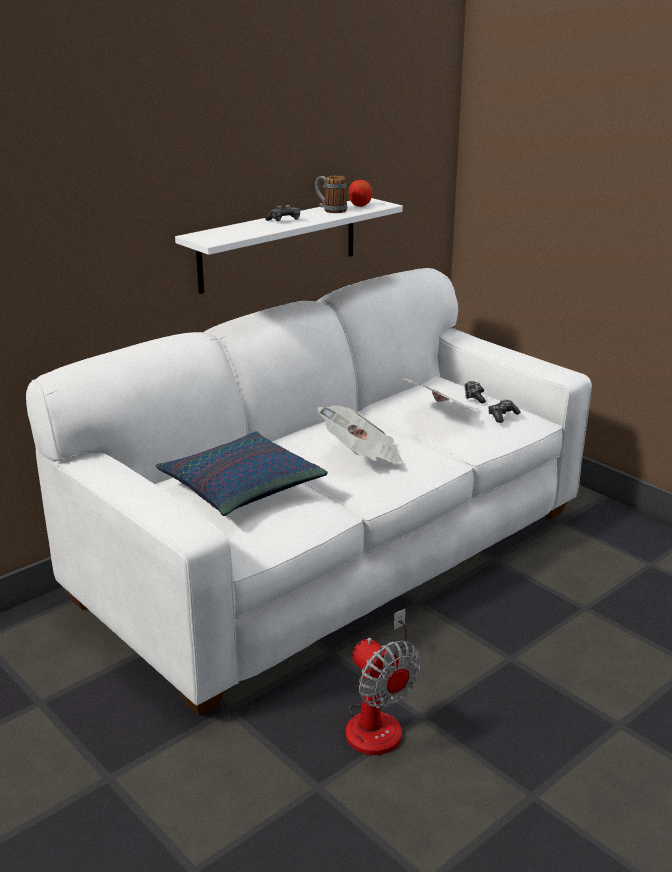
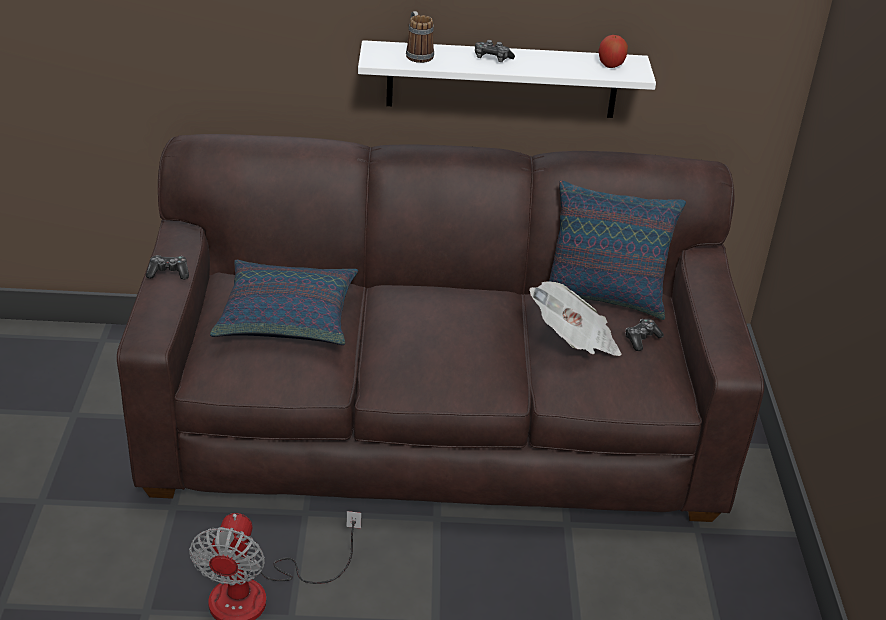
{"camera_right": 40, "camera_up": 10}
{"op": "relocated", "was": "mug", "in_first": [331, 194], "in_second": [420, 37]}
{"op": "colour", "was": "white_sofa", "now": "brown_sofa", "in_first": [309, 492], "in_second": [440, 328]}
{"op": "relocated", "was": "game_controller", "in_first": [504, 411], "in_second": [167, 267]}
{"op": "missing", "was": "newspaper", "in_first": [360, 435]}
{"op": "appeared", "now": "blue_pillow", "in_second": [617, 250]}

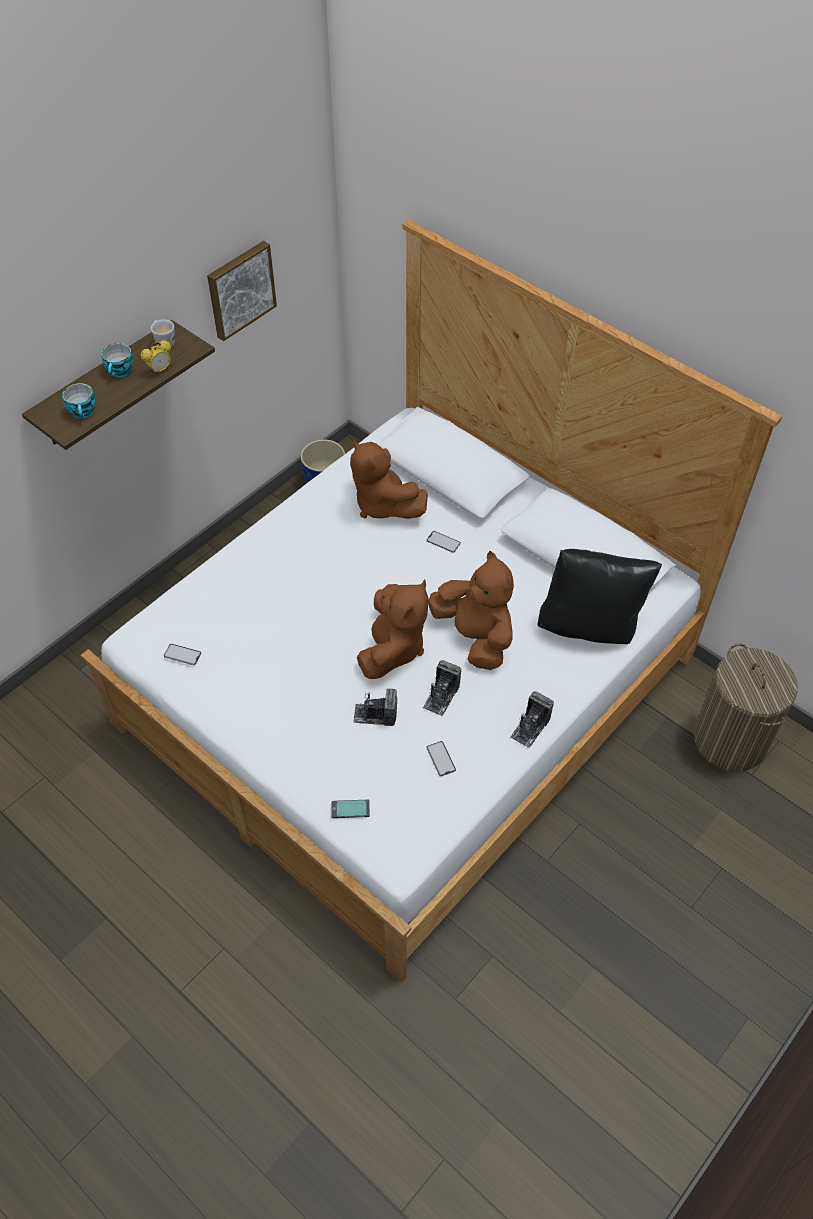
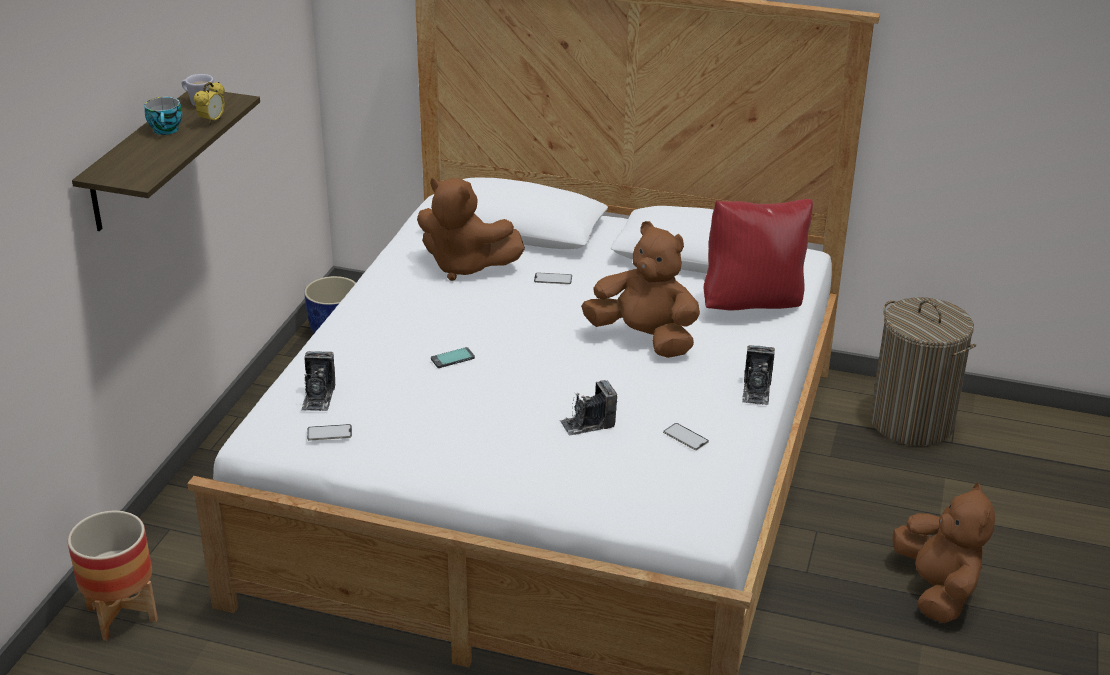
{"camera_right": -25, "camera_up": -20}
{"op": "missing", "was": "picture", "in_first": [242, 291]}
{"op": "missing", "was": "cup", "in_first": [79, 401]}
{"op": "colour", "was": "black_pillow", "now": "red_pillow", "in_first": [600, 596], "in_second": [758, 255]}
{"op": "relocated", "was": "brown_plush_toy", "in_first": [393, 629], "in_second": [943, 552]}
{"op": "relocated", "was": "photo_camera", "in_first": [442, 688], "in_second": [318, 381]}
{"op": "relocated", "was": "phone", "in_first": [350, 809], "in_second": [453, 357]}
{"op": "appeared", "now": "planter", "in_second": [113, 576]}

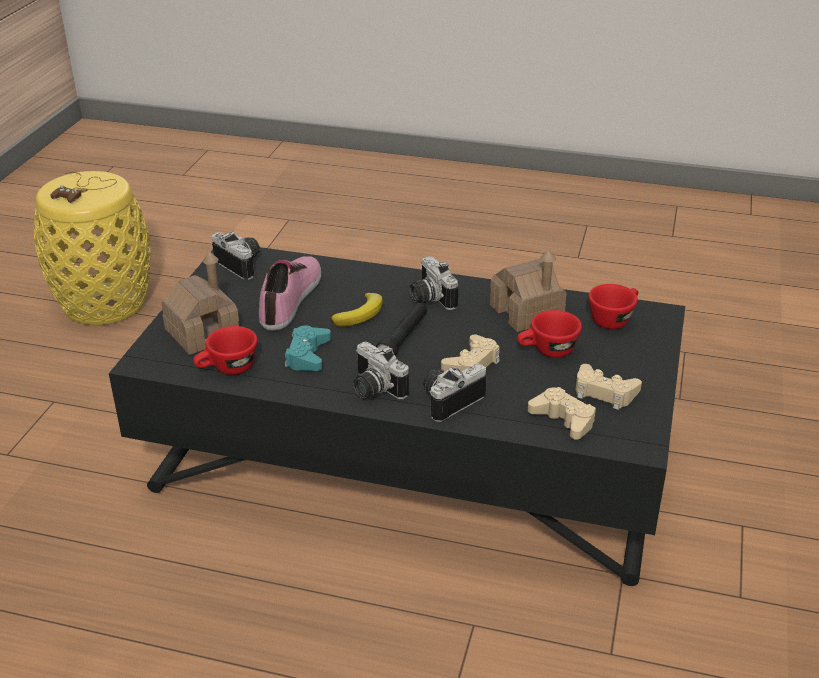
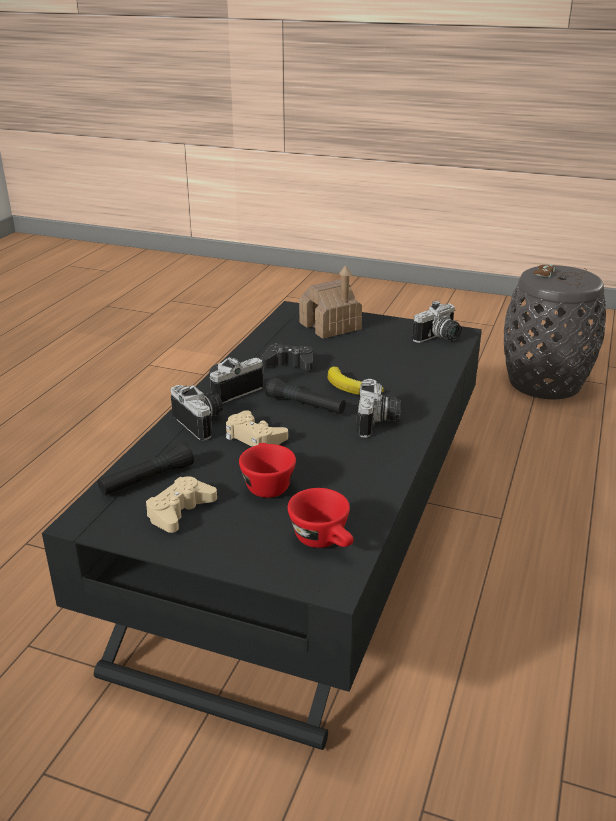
{"camera_right": 95, "camera_up": -5}
{"op": "colour", "was": "yellow_stool", "now": "grey_stool", "in_first": [92, 248], "in_second": [555, 332]}
{"op": "missing", "was": "toy_house", "in_first": [528, 290]}
{"op": "missing", "was": "shoe", "in_first": [290, 293]}
{"op": "spun", "was": "photo_camera", "in_first": [434, 283], "in_second": [378, 408], "clockwise": 120}
{"op": "colour", "was": "turquoise_game_controller", "now": "black_game_controller", "in_first": [308, 348], "in_second": [286, 357]}
{"op": "missing", "was": "red_cup", "in_first": [225, 350]}
{"op": "exchanged", "was": "beige_game_controller", "now": "black_flashlight", "in_first": [562, 413], "in_second": [146, 469]}

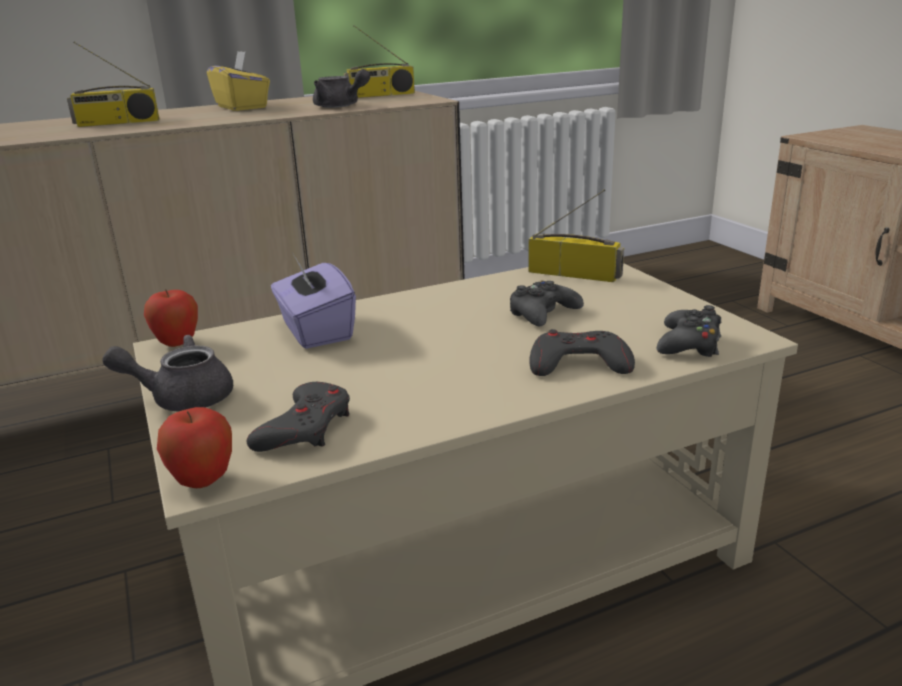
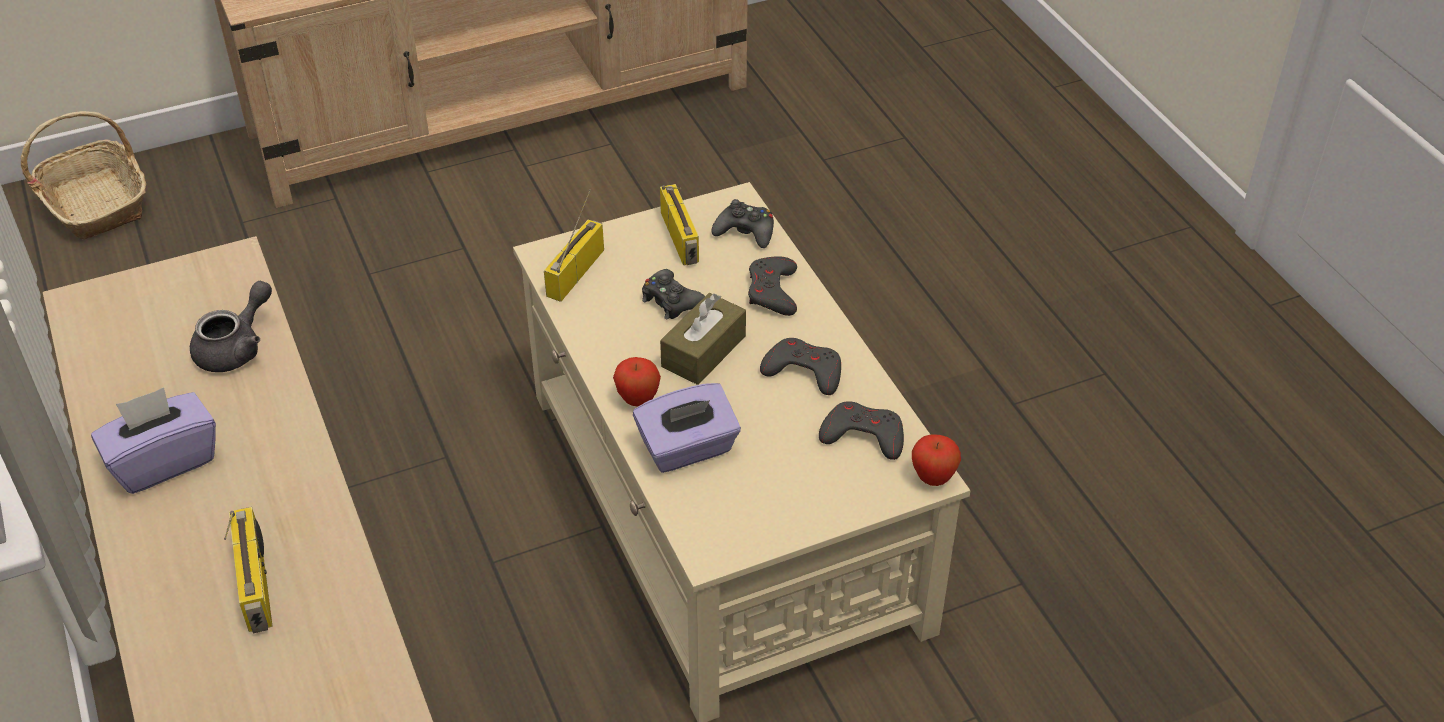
{"camera_right": -90, "camera_up": 20}
{"op": "relocated", "was": "radio", "in_first": [379, 61], "in_second": [679, 224]}
{"op": "colour", "was": "yellow_tissue_box", "now": "purple_tissue_box", "in_first": [238, 81], "in_second": [153, 440]}
{"op": "relocated", "was": "apple", "in_first": [171, 318], "in_second": [637, 382]}
{"op": "missing", "was": "grey_teapot", "in_first": [167, 373]}
{"op": "appeared", "now": "basket", "in_second": [83, 175]}
{"op": "appeared", "now": "brown_tissue_box", "in_second": [703, 339]}
{"op": "appeared", "now": "grey_game_controller", "in_second": [800, 366]}

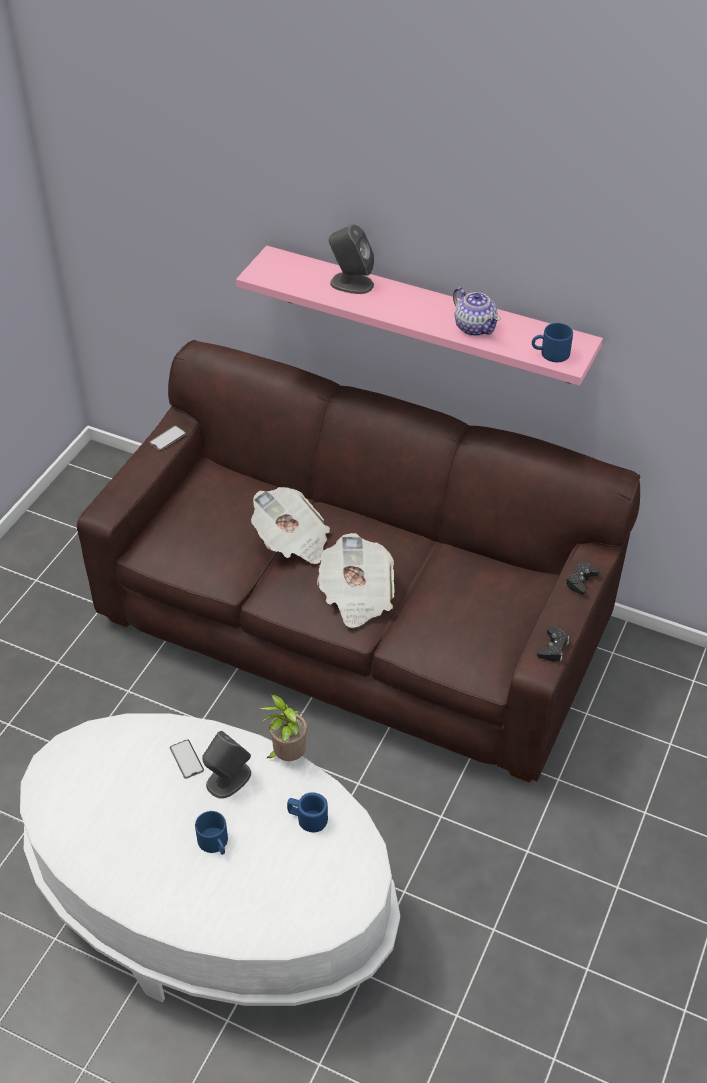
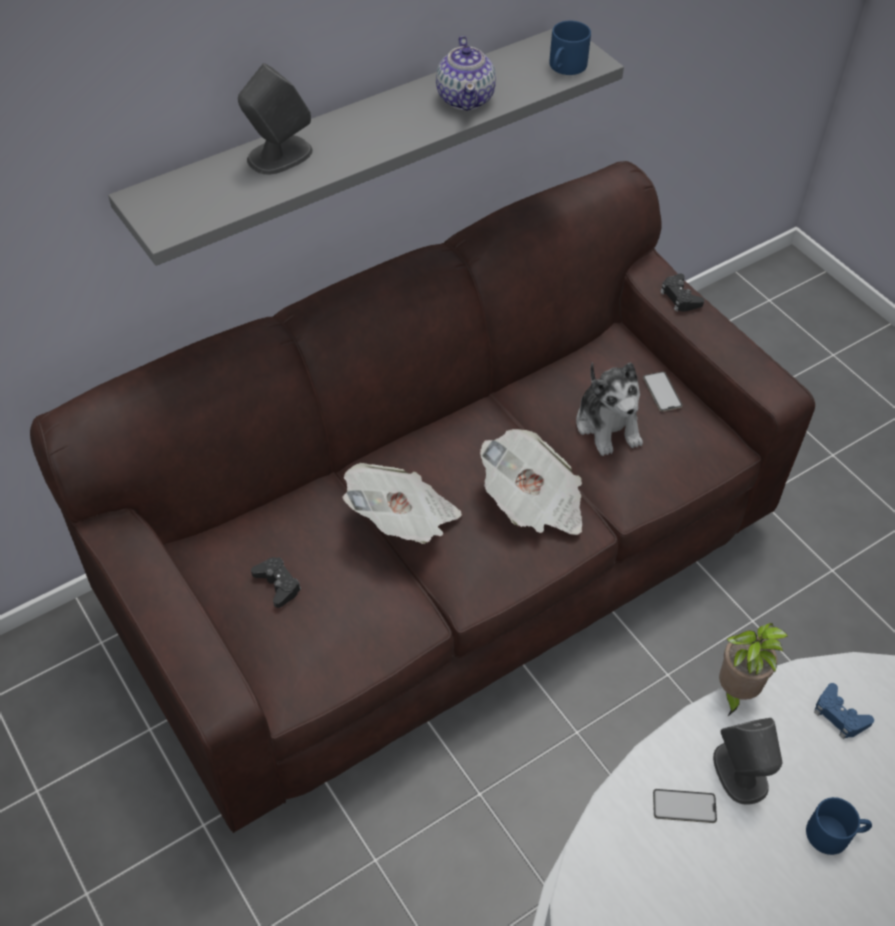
{"camera_right": -60, "camera_up": 5}
{"op": "colour", "was": "pink_shelf", "now": "grey_shelf", "in_first": [419, 316], "in_second": [366, 147]}
{"op": "spun", "was": "teapot", "in_first": [477, 311], "in_second": [466, 73], "clockwise": 90}
{"op": "relocated", "was": "phone", "in_first": [167, 438], "in_second": [662, 391]}
{"op": "relocated", "was": "black_game_controller", "in_first": [553, 644], "in_second": [276, 582]}
{"op": "exchanged", "was": "blue_mug", "now": "blue_game_controller", "in_first": [307, 812], "in_second": [844, 711]}
{"op": "appeared", "now": "plush_toy", "in_second": [609, 409]}

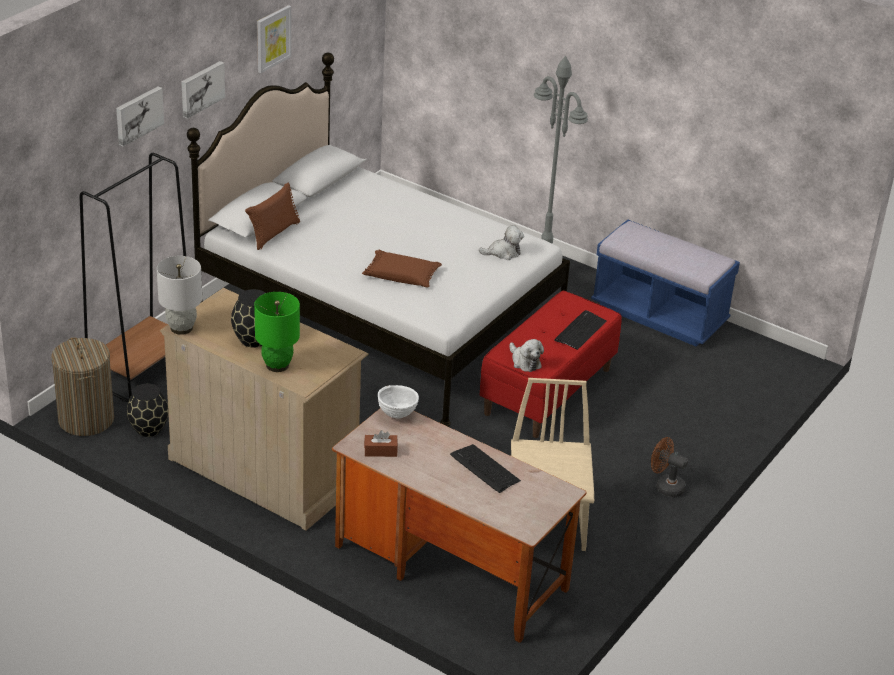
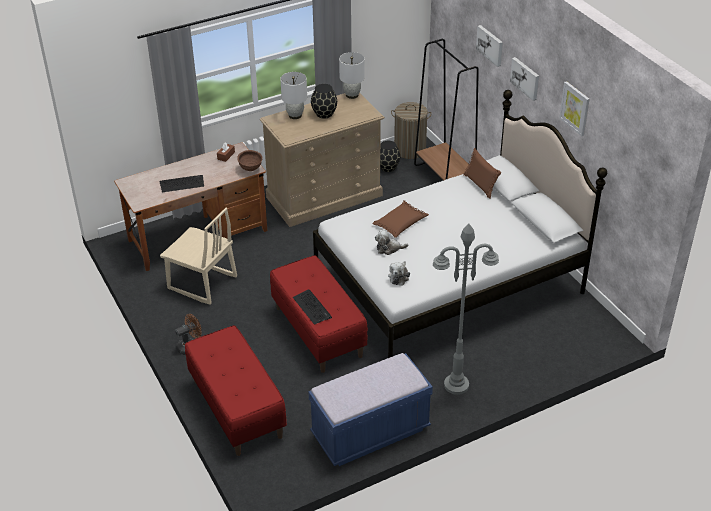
{"camera_right": 120, "camera_up": 5}
{"op": "colour", "was": "green_table_lamp", "now": "white_table_lamp", "in_first": [277, 332], "in_second": [293, 95]}
{"op": "relocated", "was": "plush_toy", "in_first": [527, 355], "in_second": [391, 242]}
{"op": "colour", "was": "white_bowl", "now": "brown_bowl", "in_first": [398, 402], "in_second": [250, 160]}
{"op": "appeared", "now": "red_bench", "in_second": [236, 390]}

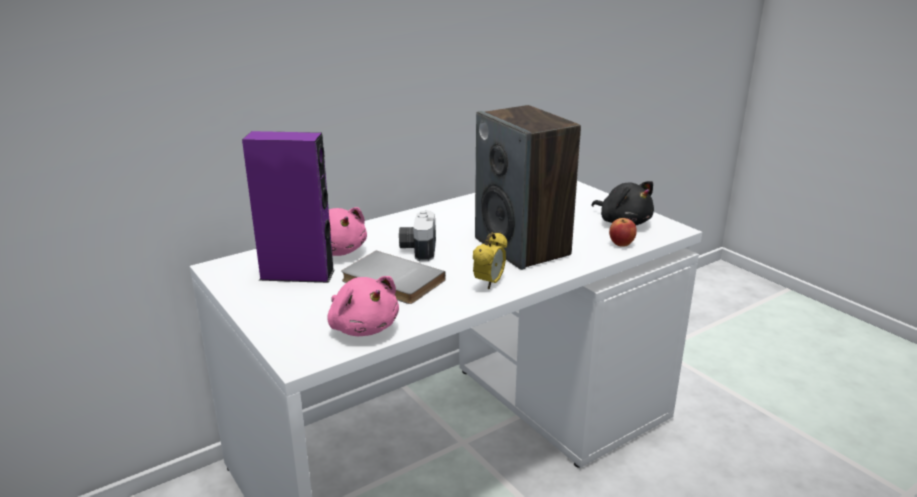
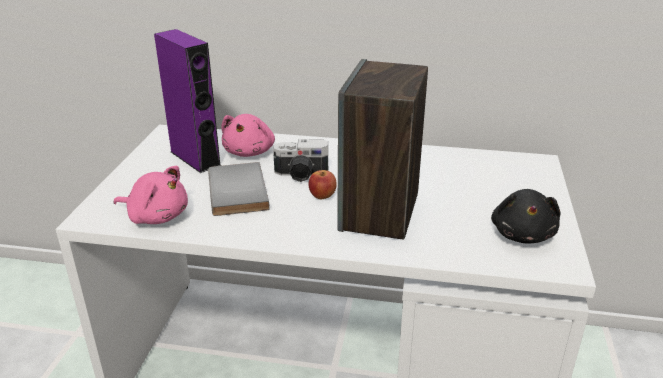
{"camera_right": 45, "camera_up": 5}
{"op": "spun", "was": "photo_camera", "in_first": [417, 236], "in_second": [300, 160], "clockwise": -135}
{"op": "relocated", "was": "apple", "in_first": [623, 232], "in_second": [322, 184]}
{"op": "missing", "was": "alarm_clock", "in_first": [490, 261]}
{"op": "spun", "was": "pink_plush_toy", "in_first": [363, 306], "in_second": [151, 195], "clockwise": -75}

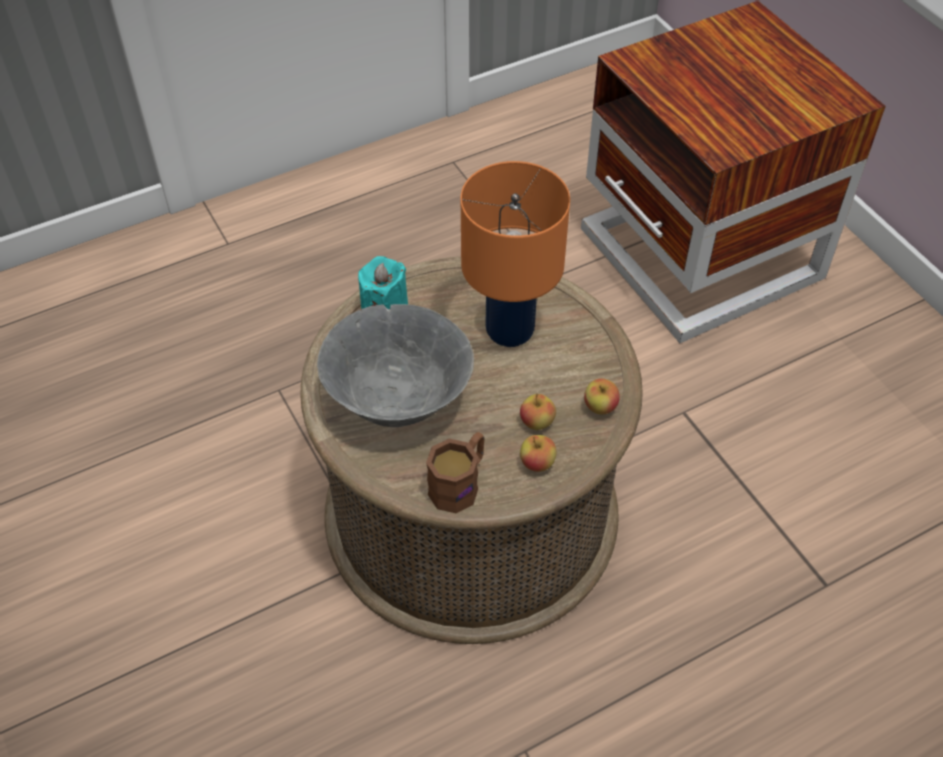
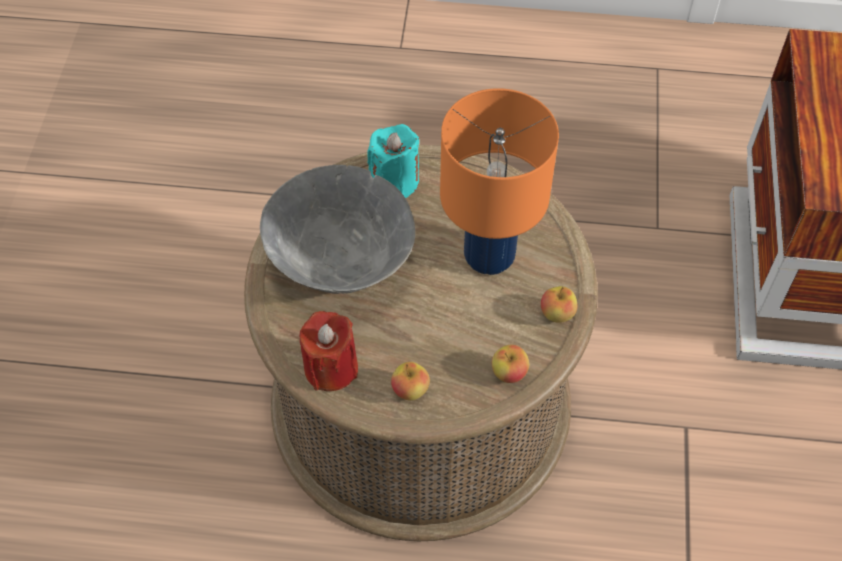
{"camera_right": 35, "camera_up": 5}
{"op": "relocated", "was": "apple", "in_first": [538, 411], "in_second": [559, 304]}
{"op": "exchanged", "was": "brown_mug", "now": "red_candle", "in_first": [455, 472], "in_second": [328, 351]}

